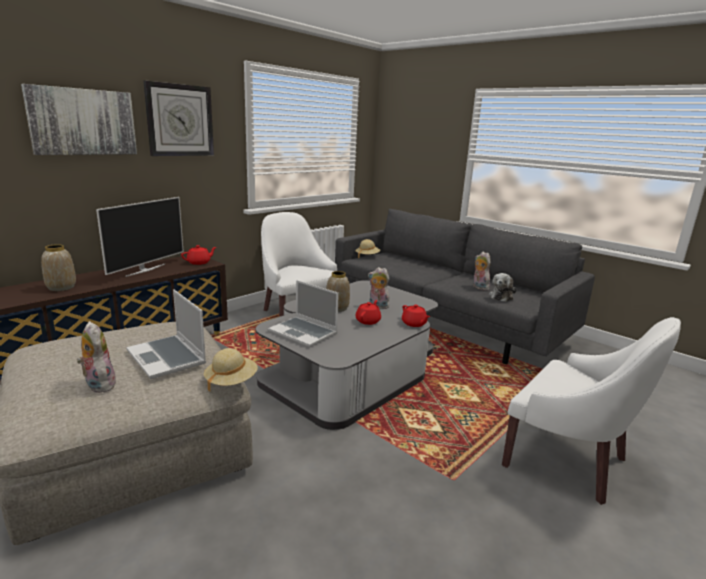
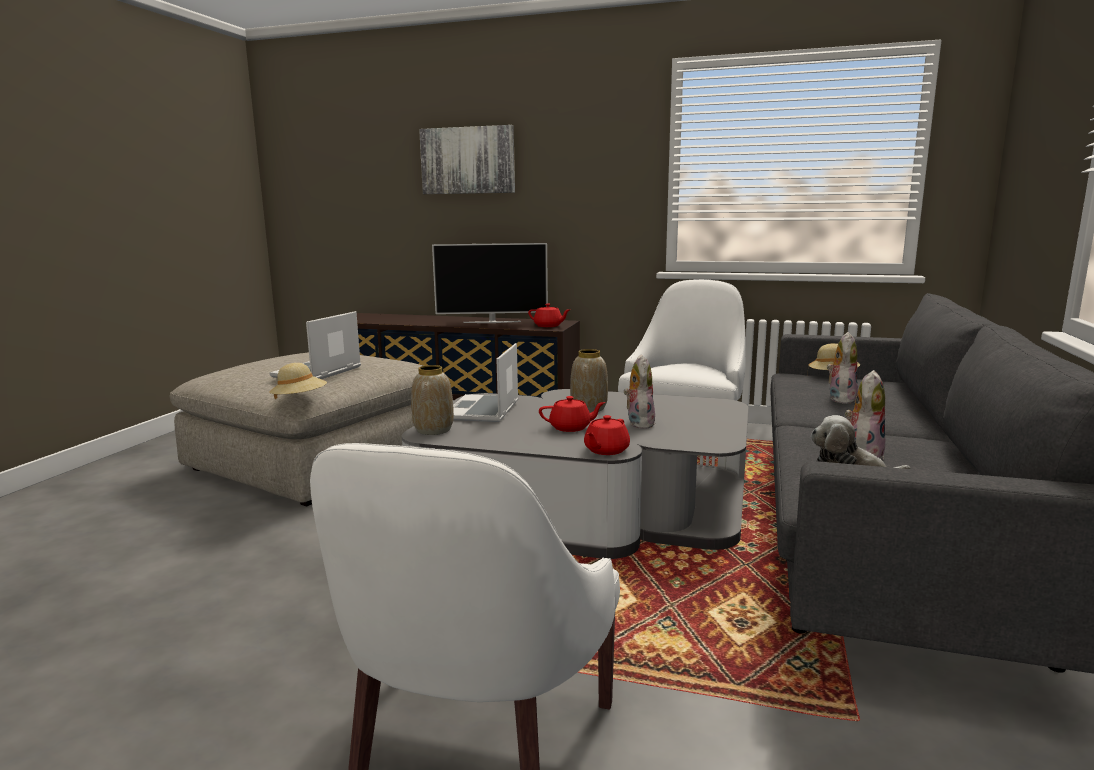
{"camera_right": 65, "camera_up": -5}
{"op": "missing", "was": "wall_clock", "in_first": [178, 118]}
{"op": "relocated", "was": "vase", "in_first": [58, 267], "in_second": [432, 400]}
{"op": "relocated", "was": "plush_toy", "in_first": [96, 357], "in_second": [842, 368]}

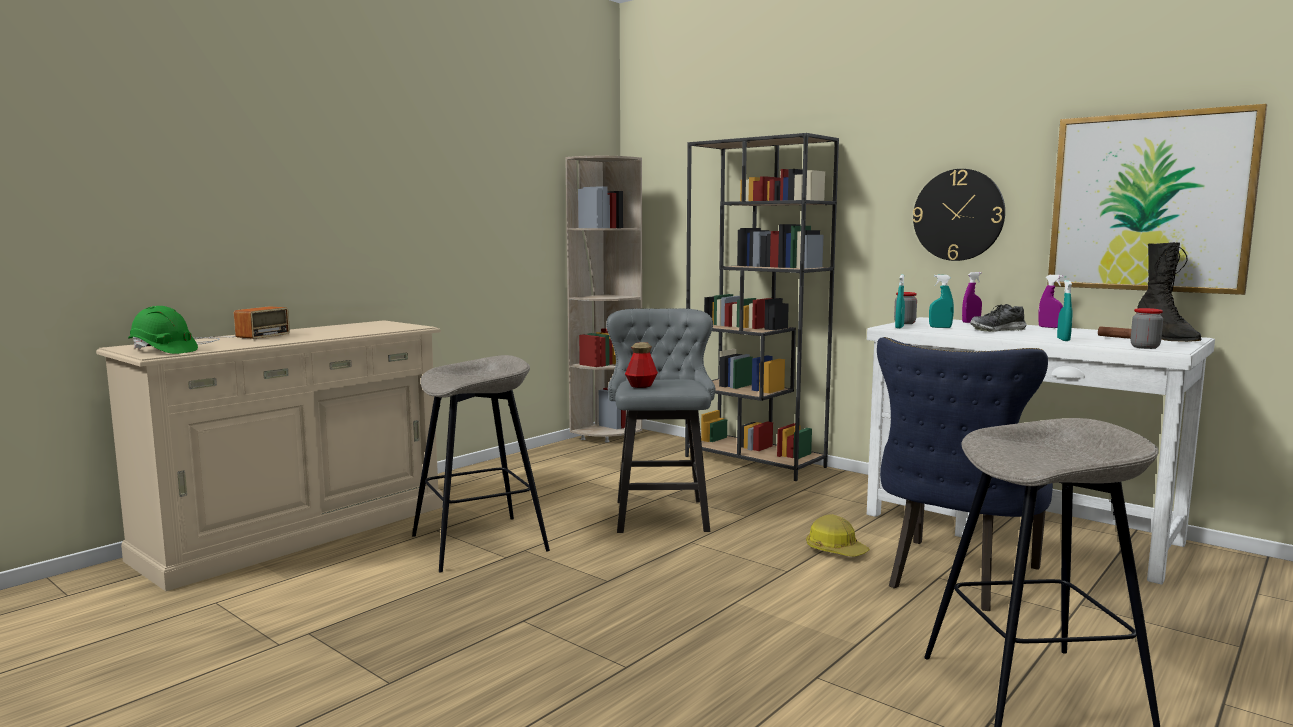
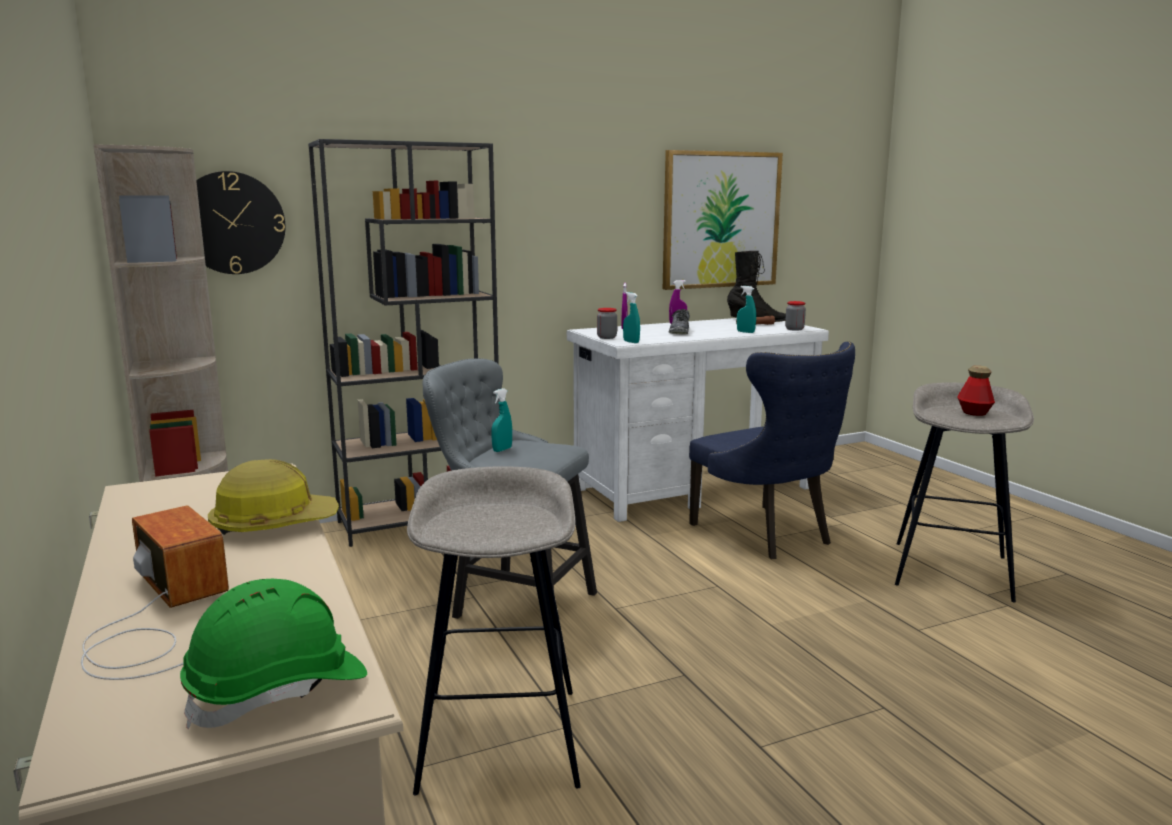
{"camera_right": -65, "camera_up": 5}
{"op": "relocated", "was": "wall_clock", "in_first": [959, 215], "in_second": [240, 222]}
{"op": "relocated", "was": "turquoise_spray_bottle", "in_first": [941, 301], "in_second": [502, 420]}
{"op": "relocated", "was": "bottle", "in_first": [641, 365], "in_second": [976, 390]}
{"op": "relocated", "was": "hard_hat", "in_first": [838, 535], "in_second": [273, 497]}

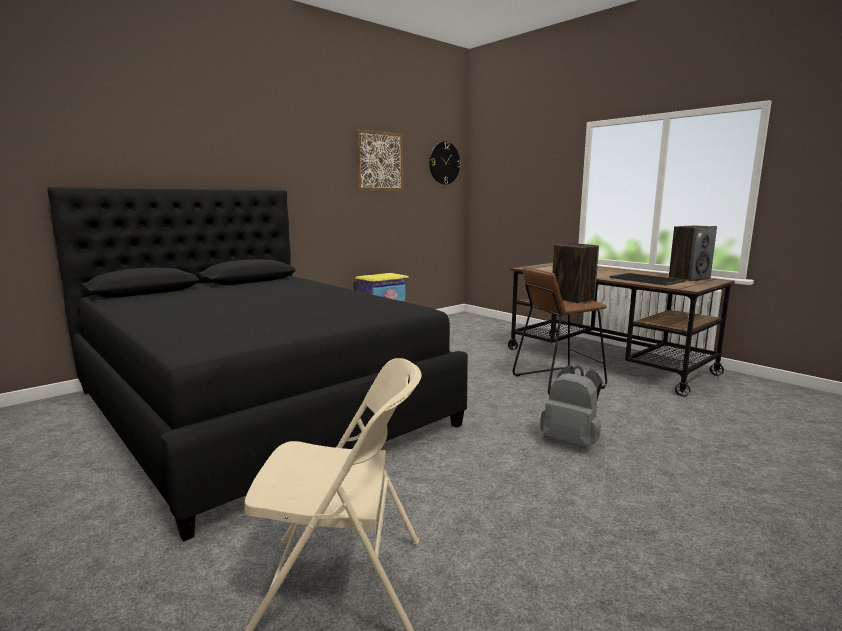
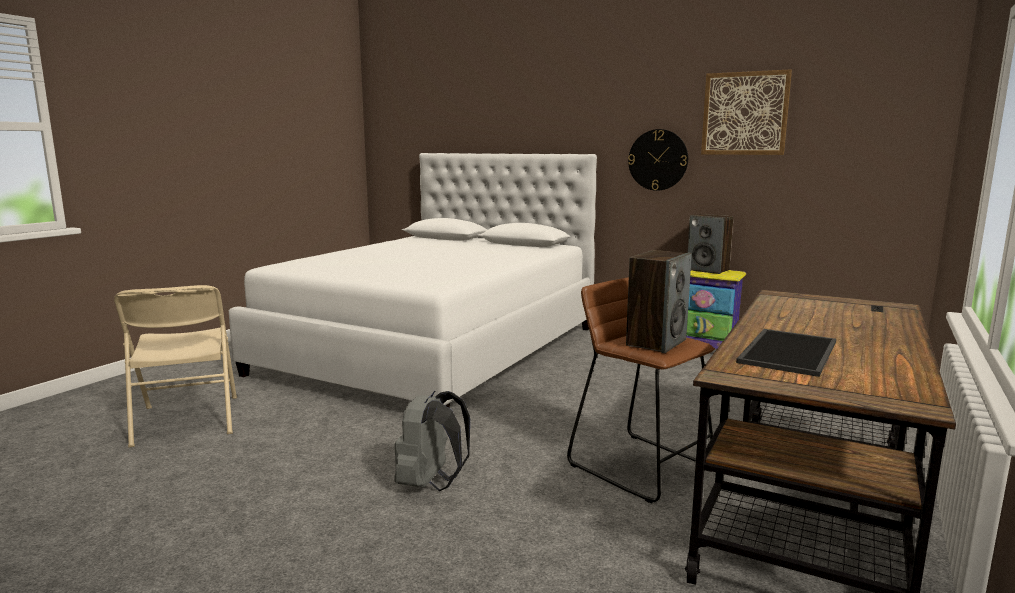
{"camera_right": 70, "camera_up": 0}
{"op": "relocated", "was": "wall_clock", "in_first": [445, 162], "in_second": [658, 160]}
{"op": "colour", "was": "black_bed", "now": "white_bed", "in_first": [257, 364], "in_second": [413, 280]}
{"op": "relocated", "was": "speaker", "in_first": [693, 253], "in_second": [710, 244]}

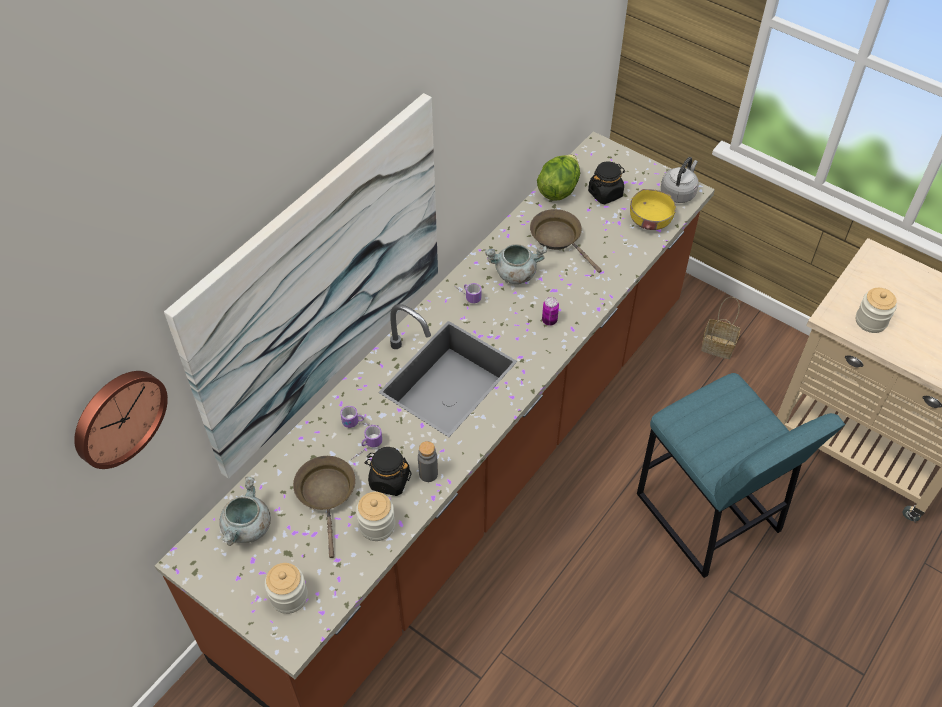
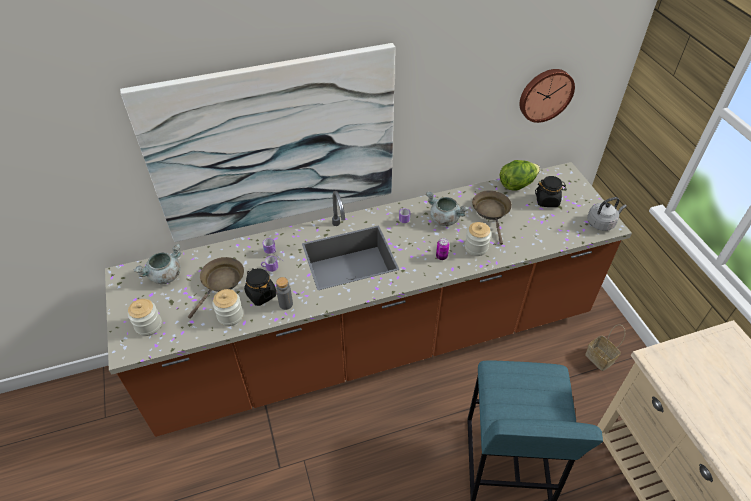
{"camera_right": 35, "camera_up": -5}
{"op": "missing", "was": "yellow_bowl", "in_first": [653, 209]}
{"op": "relocated", "was": "jar", "in_first": [876, 310], "in_second": [478, 239]}
{"op": "relocated", "was": "wall_clock", "in_first": [121, 420], "in_second": [547, 96]}

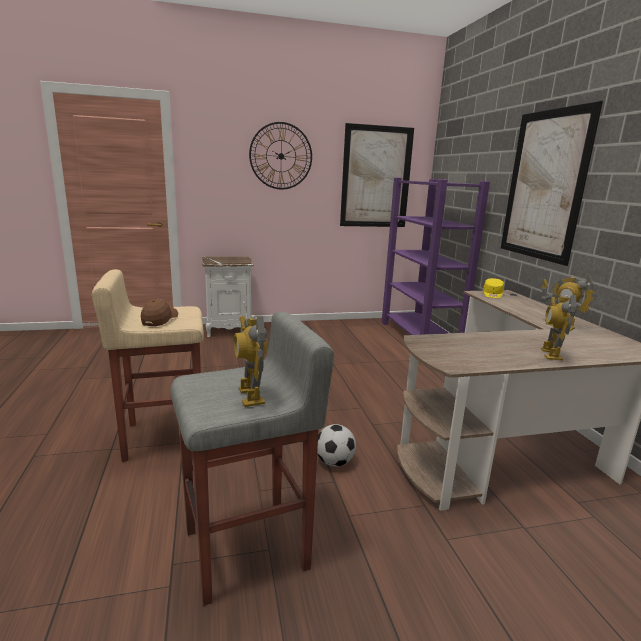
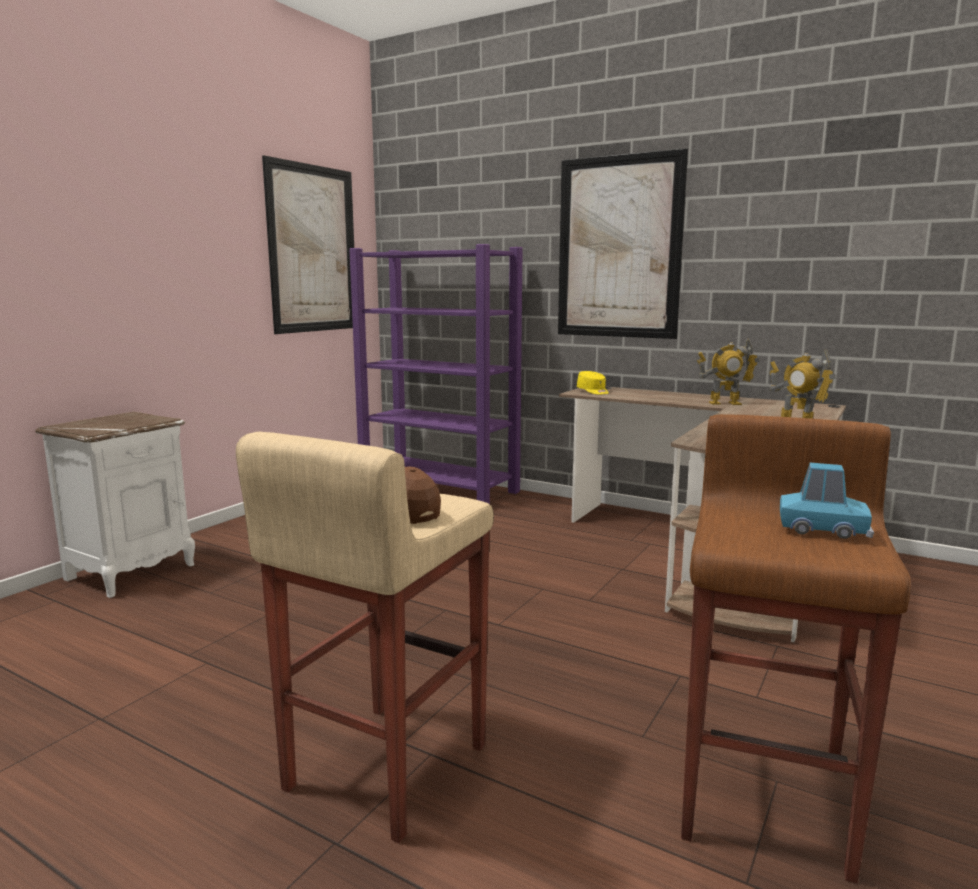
{"camera_right": -45, "camera_up": -5}
{"op": "missing", "was": "wall_clock", "in_first": [280, 155]}
{"op": "colour", "was": "grey_stool", "now": "brown_stool", "in_first": [252, 459], "in_second": [796, 649]}
{"op": "exchanged", "was": "toy_robot", "now": "blue_toy_car", "in_first": [250, 361], "in_second": [827, 501]}
{"op": "missing", "was": "football", "in_first": [336, 445]}

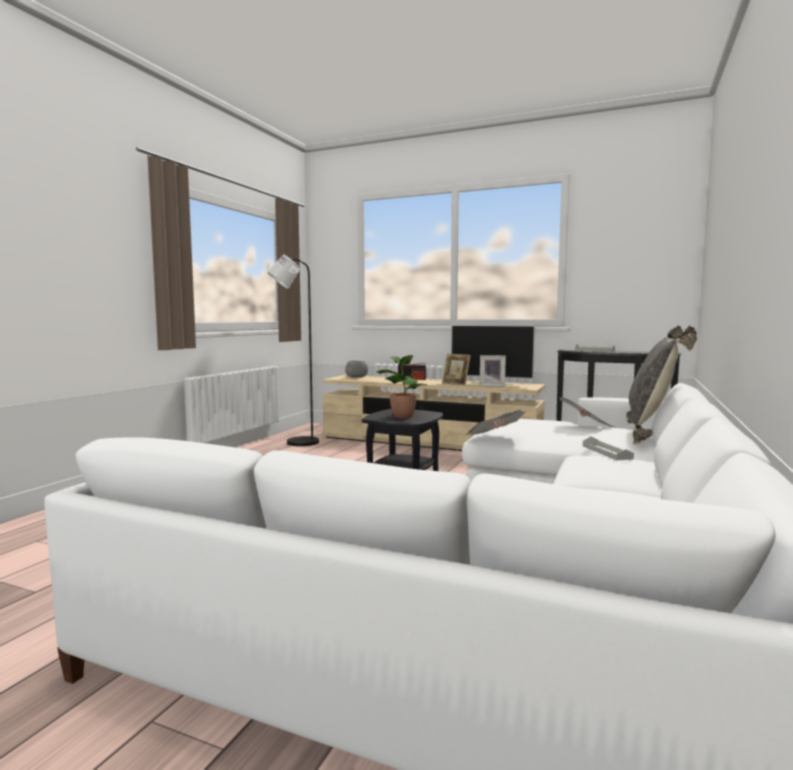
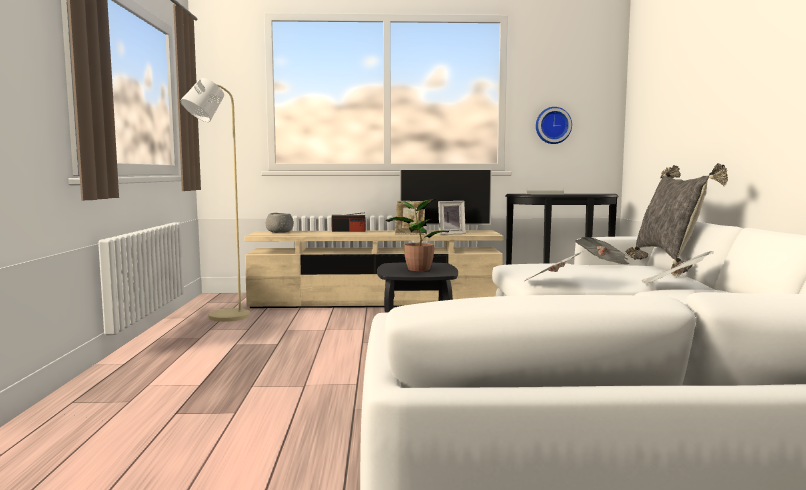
{"camera_right": -25, "camera_up": 0}
{"op": "colour", "was": "black_floor_lamp", "now": "beige_floor_lamp", "in_first": [293, 350], "in_second": [215, 200]}
{"op": "exchanged", "was": "grey_tray", "now": "newspaper", "in_first": [608, 448], "in_second": [678, 267]}
{"op": "appeared", "now": "wall_clock", "in_second": [554, 125]}

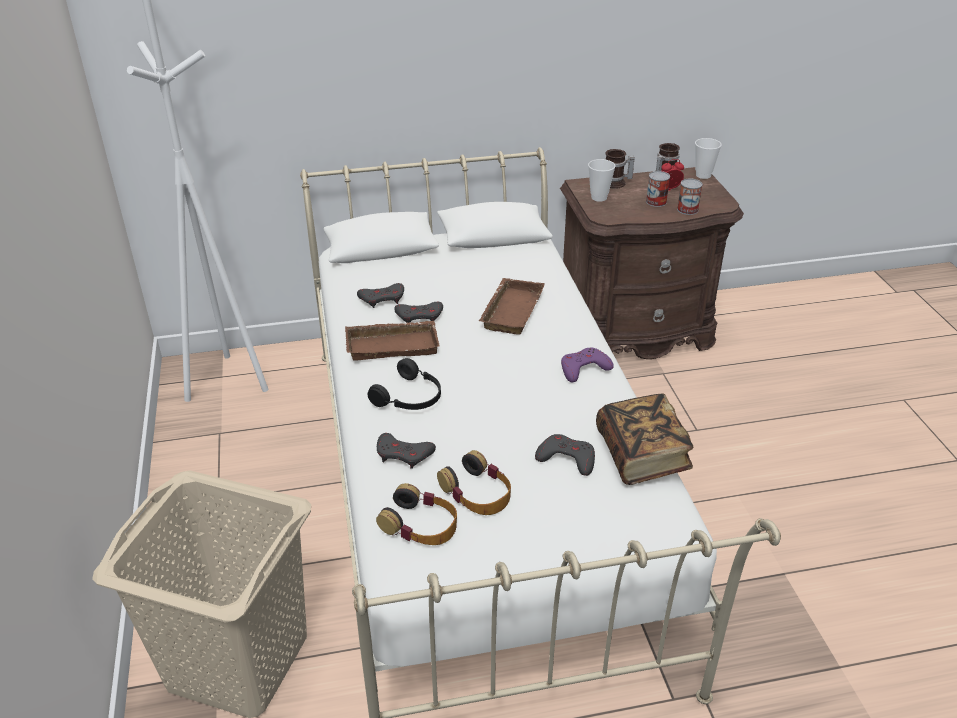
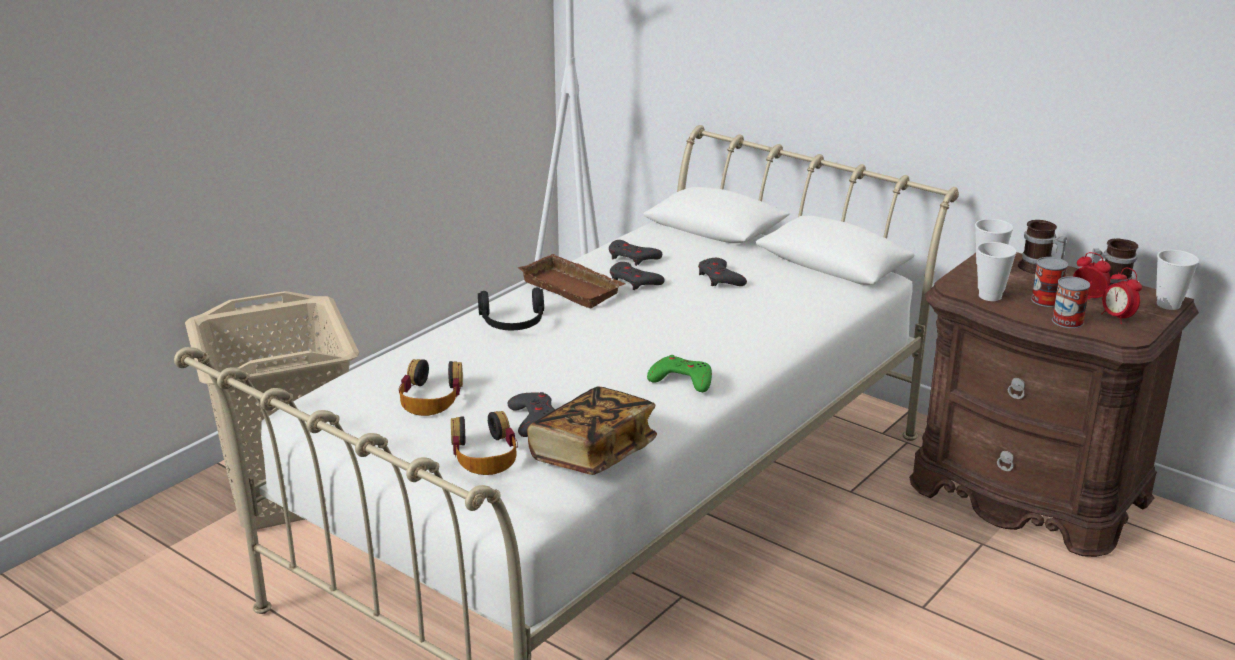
{"camera_right": 50, "camera_up": -10}
{"op": "missing", "was": "brown_tray", "in_first": [512, 306]}
{"op": "colour", "was": "purple_game_controller", "now": "green_game_controller", "in_first": [587, 365], "in_second": [679, 373]}
{"op": "relocated", "was": "grey_game_controller", "in_first": [406, 451], "in_second": [722, 272]}
{"op": "relocated", "was": "headphones", "in_first": [416, 514], "in_second": [484, 443]}
{"op": "appeared", "now": "cup", "in_second": [996, 271]}
{"op": "appeared", "now": "alarm_clock", "in_second": [1121, 296]}

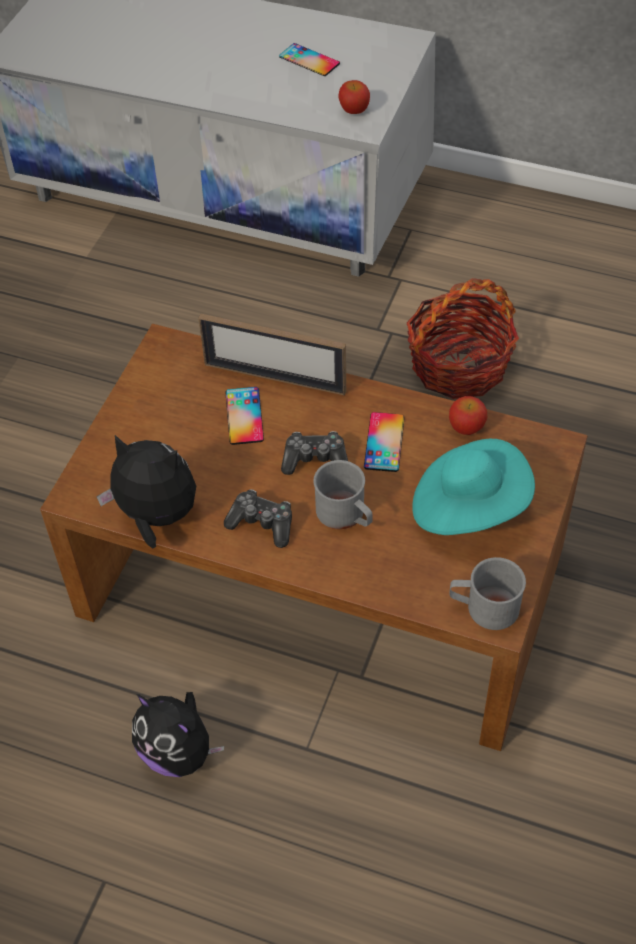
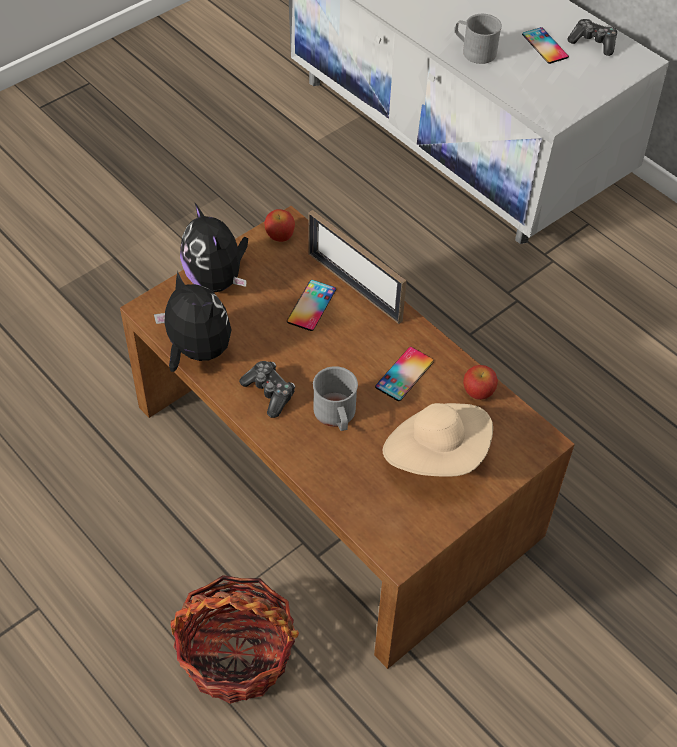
{"camera_right": 25, "camera_up": 0}
{"op": "relocated", "was": "apple", "in_first": [354, 97], "in_second": [279, 225]}
{"op": "relocated", "was": "basket", "in_first": [463, 338], "in_second": [234, 639]}
{"op": "relocated", "was": "game_controller", "in_first": [314, 453], "in_second": [592, 37]}
{"op": "colour", "was": "turquoise_hat", "now": "beige_hat", "in_first": [473, 487], "in_second": [438, 440]}
{"op": "relocated", "was": "grey_mug", "in_first": [487, 593], "in_second": [478, 39]}
{"op": "relocated", "was": "plush_toy", "in_first": [178, 734], "in_second": [214, 247]}

